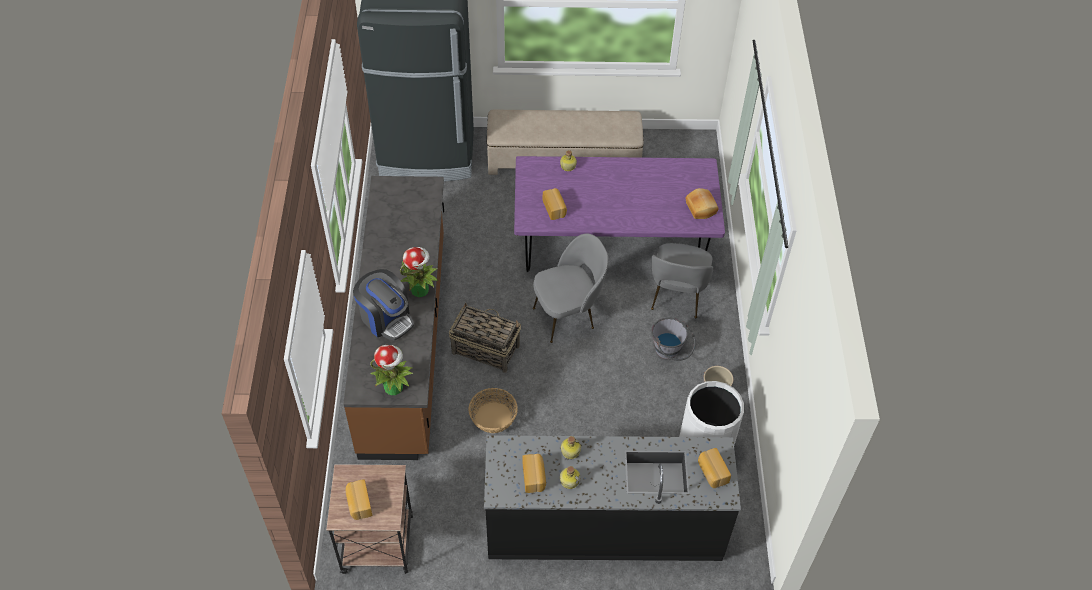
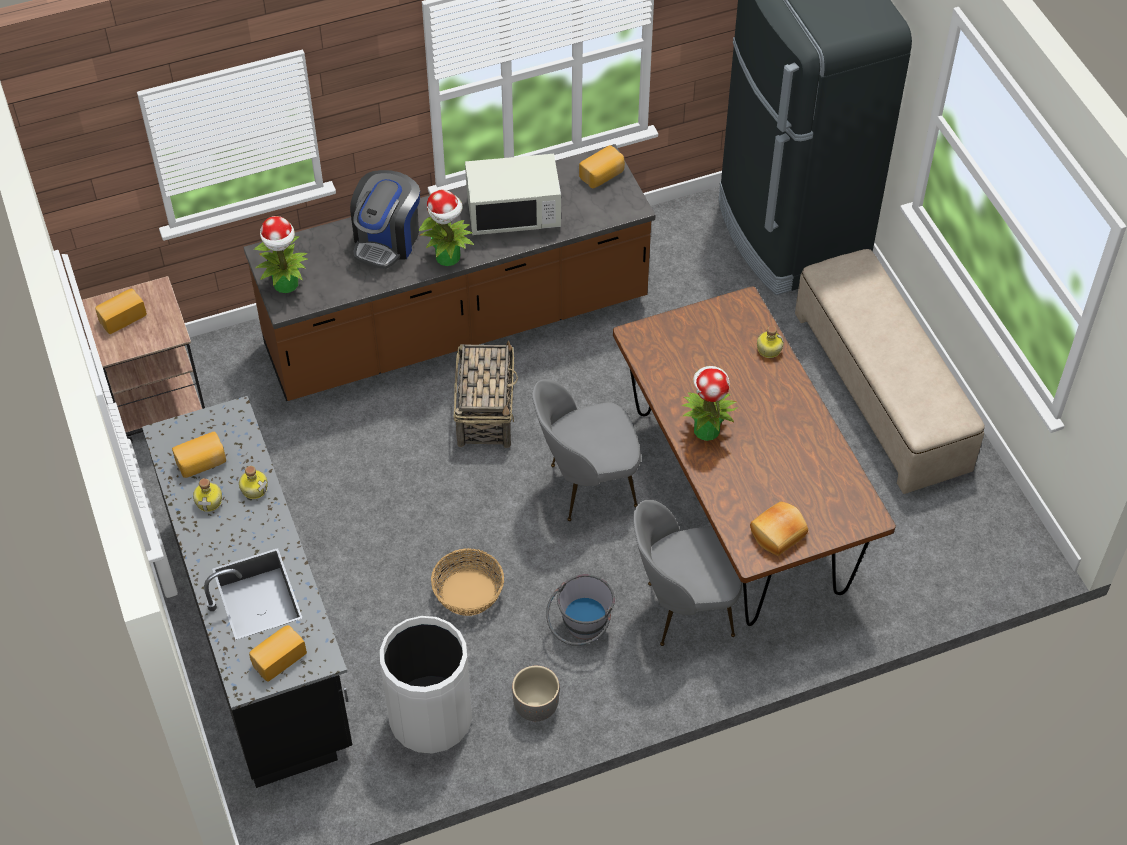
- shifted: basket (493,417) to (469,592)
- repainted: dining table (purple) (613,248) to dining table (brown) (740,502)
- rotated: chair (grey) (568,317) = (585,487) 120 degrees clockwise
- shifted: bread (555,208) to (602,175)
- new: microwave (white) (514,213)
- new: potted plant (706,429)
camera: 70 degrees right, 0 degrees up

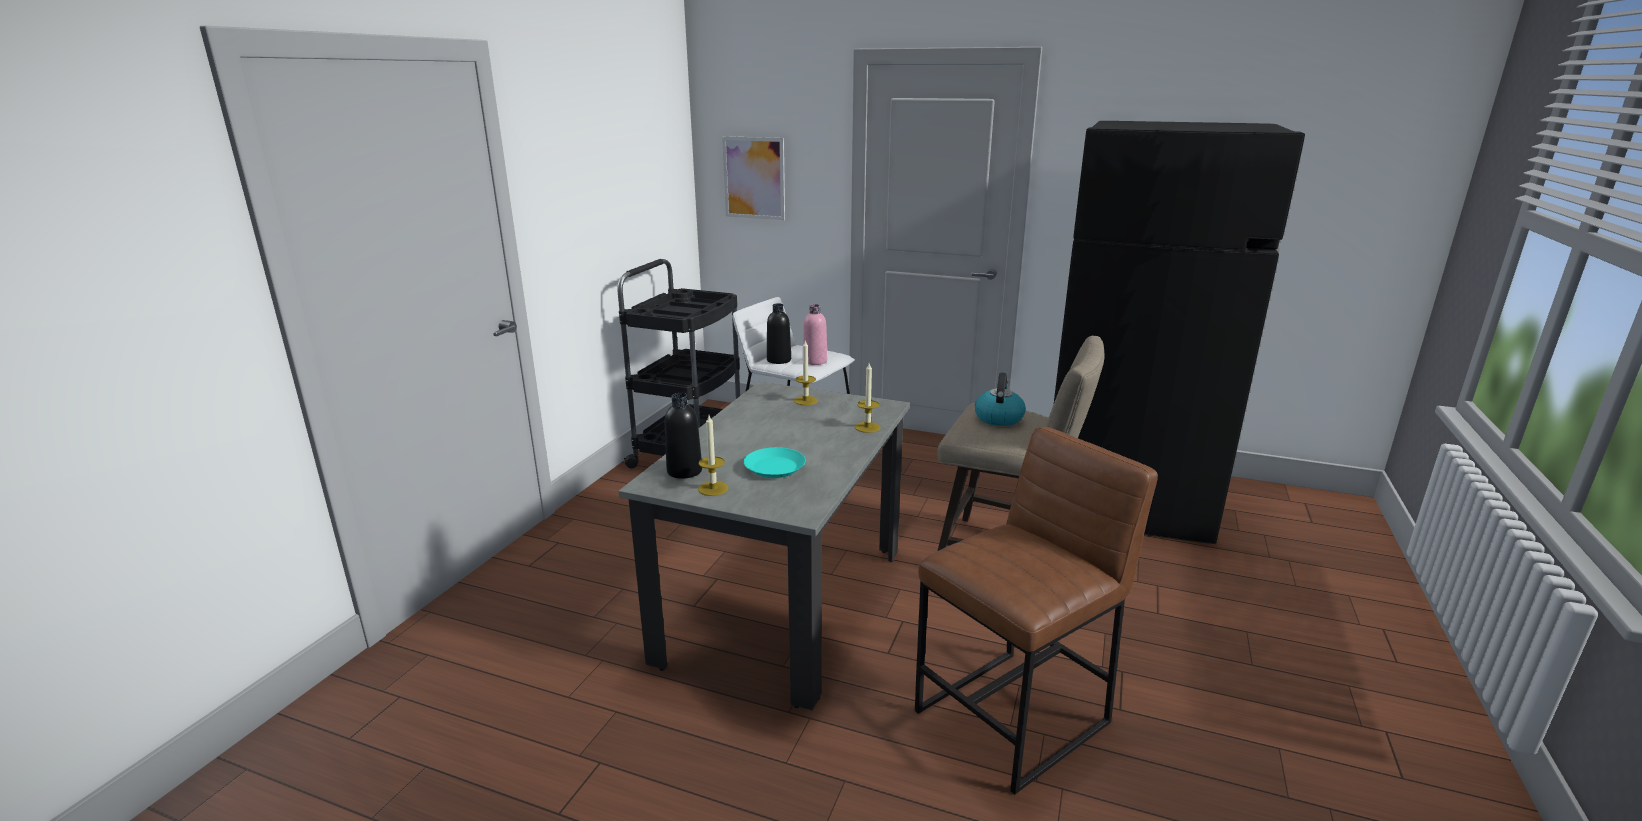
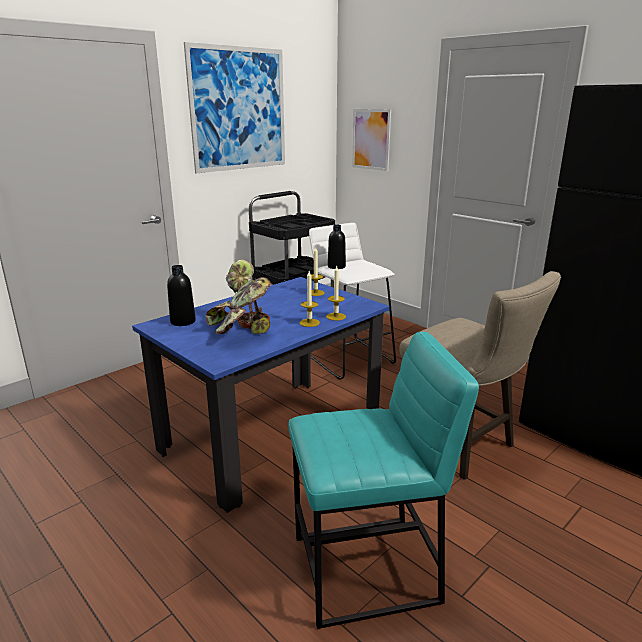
- repainted: dining table (grey) (784,604) to dining table (blue) (271,437)
- shifted: candle (713,488) to (309,323)
- swapped: plate (turquoise) (775,468) to potted plant (239,330)
- gone: bottle (pink) (815,361)
- repainted: chair (brown) (1014,715) to chair (turquoise) (367,568)
- gone: kettle (998,418)
- new: picture (239,109)
camera: 25 degrees right, 0 degrees up

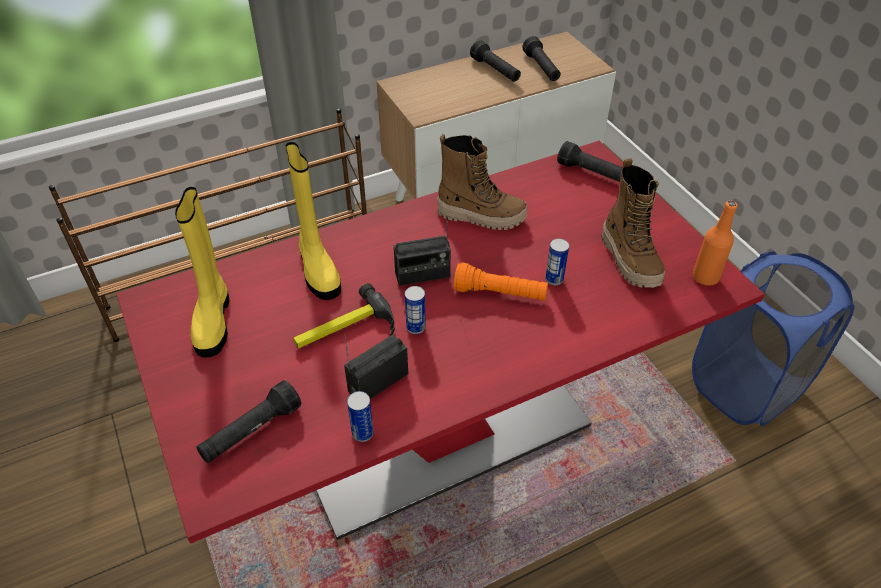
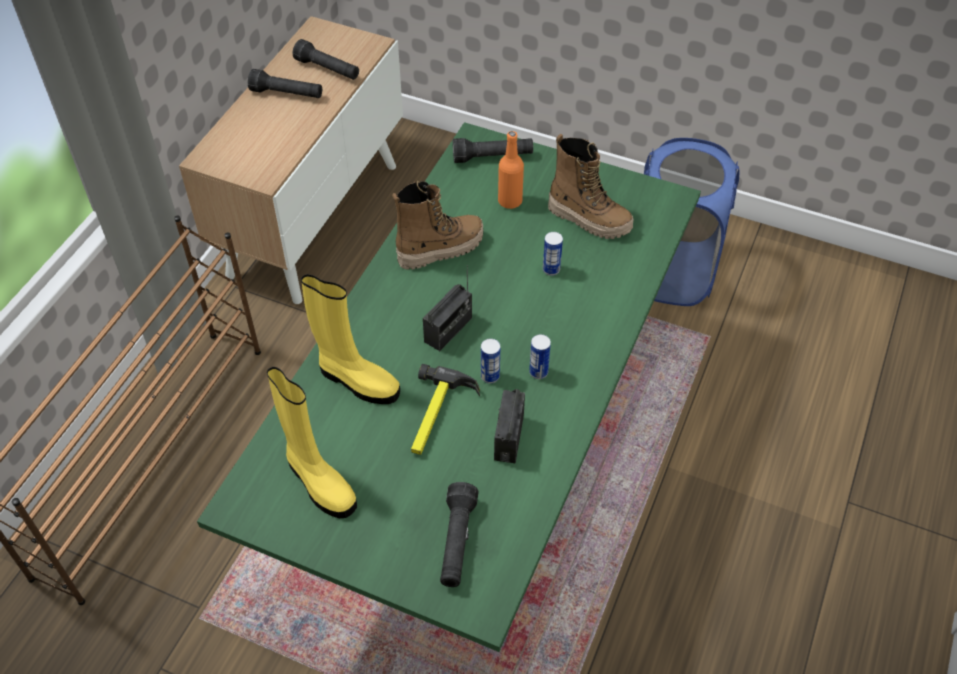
- repainted: dining table (red) (440,428) to dining table (green) (478,464)
- shifted: can (362,433) to (538,372)
- gone: flashlight (orange) (500,293)
- shifted: bottle (orange) (705,277) to (510,201)
camera: 40 degrees left, 5 degrees up

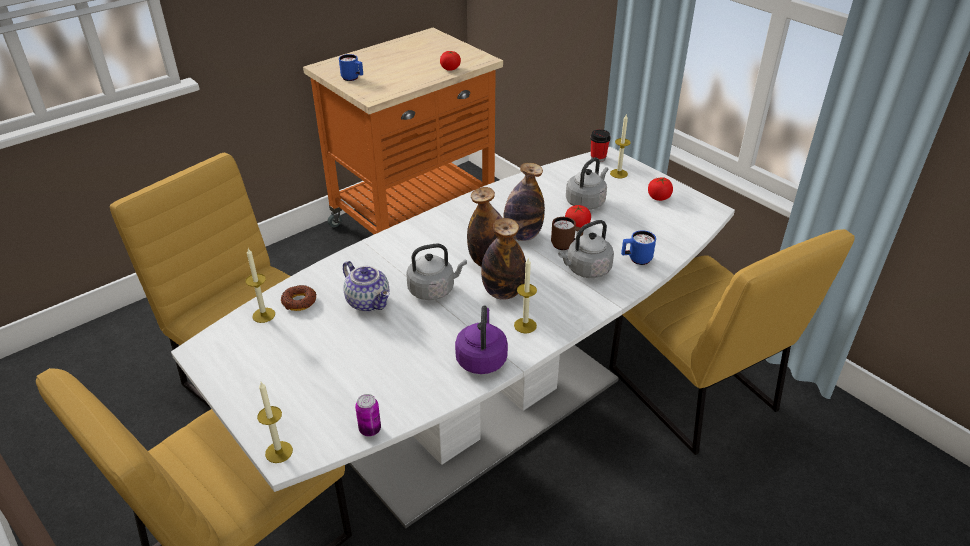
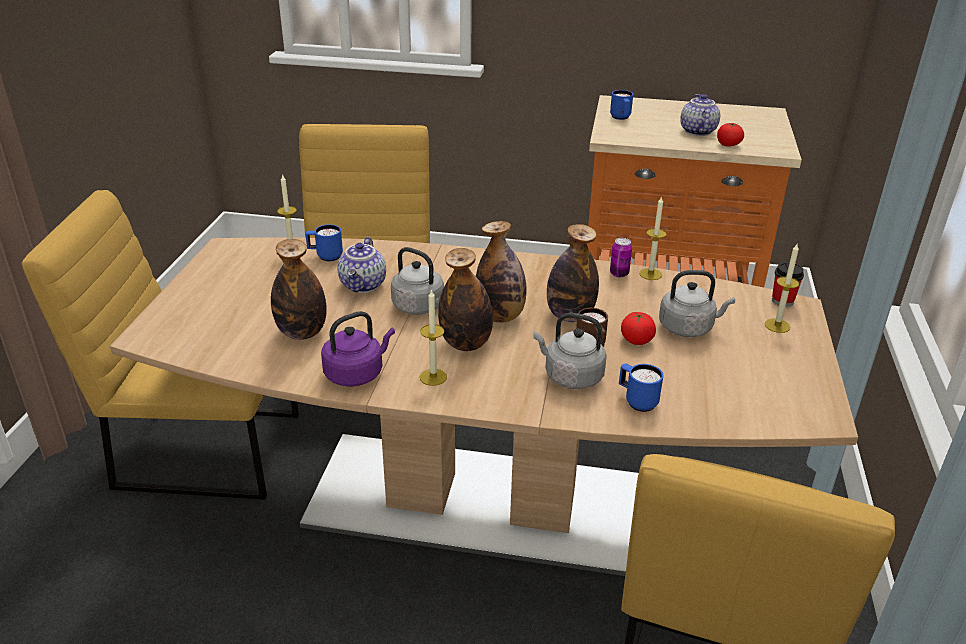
- repainted: dining table (white) (485,413) to dining table (brown) (481,502)
- shifted: candle (279,452) to (650,274)
- swapped: donut (299,302) to mug (blue) (325,256)
- shifted: can (370,429) to (619,273)
- gone: tomato (659,197)
- new: bottle (302,332)
- new: teapot (696,131)
camera: 50 degrees right, 5 degrees down

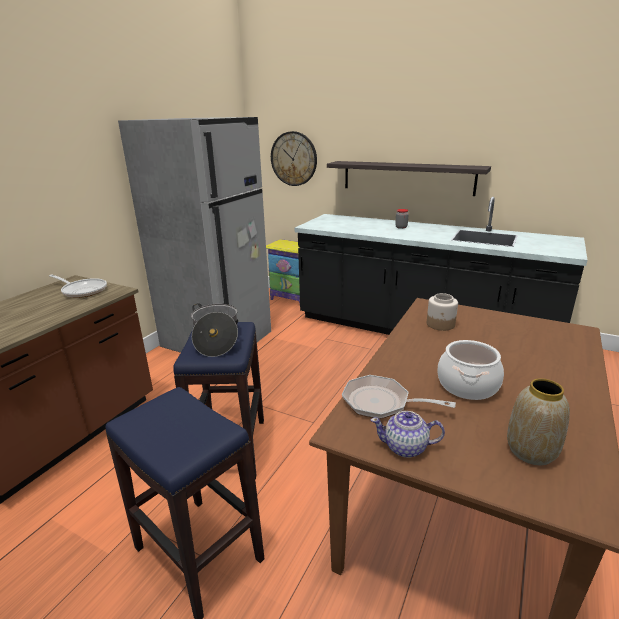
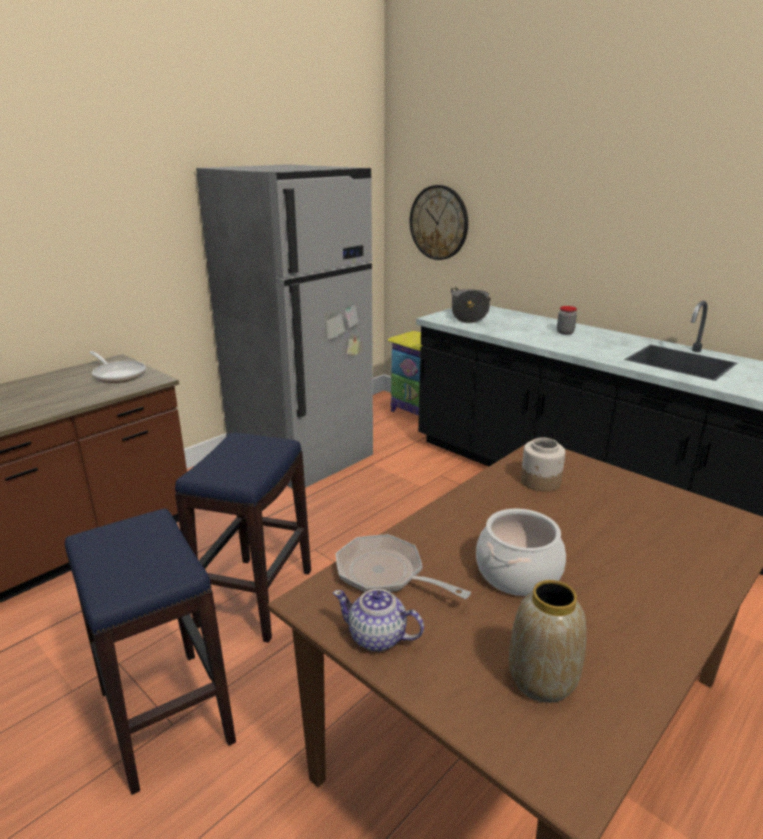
- shifted: cooking pot (216,339) to (469,315)
- gone: shelf (407,177)
camera: 15 degrees right, 0 degrees up

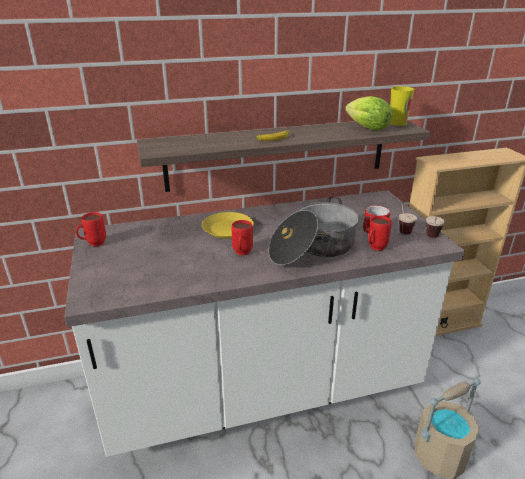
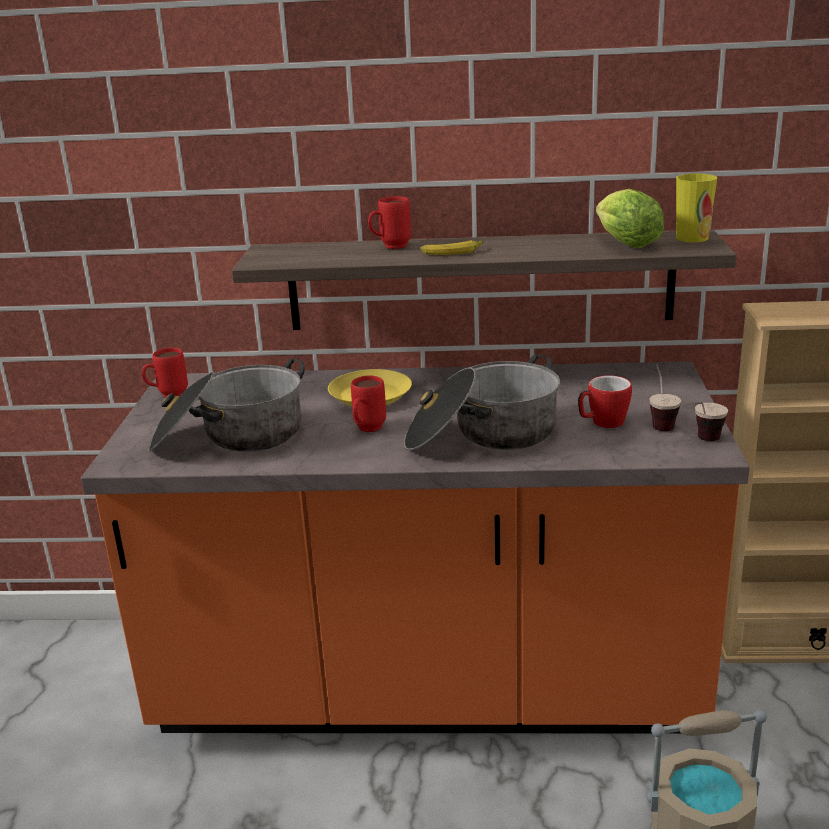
- repainted: counter (white) (262,389) to counter (orange) (428,689)
- shifted: mug (red) (375,248) to (390,247)
- new: cooking pot (230,437)
camera: 20 degrees right, 5 degrees down

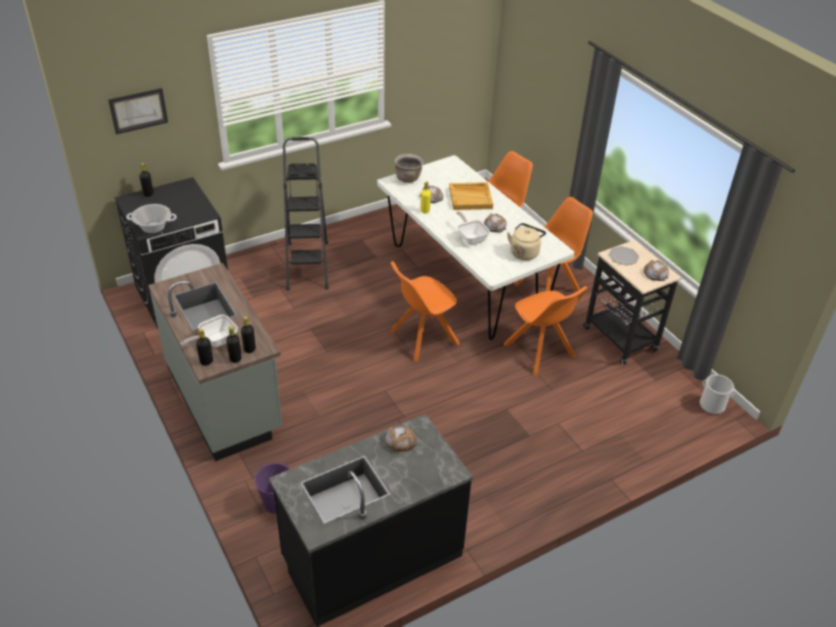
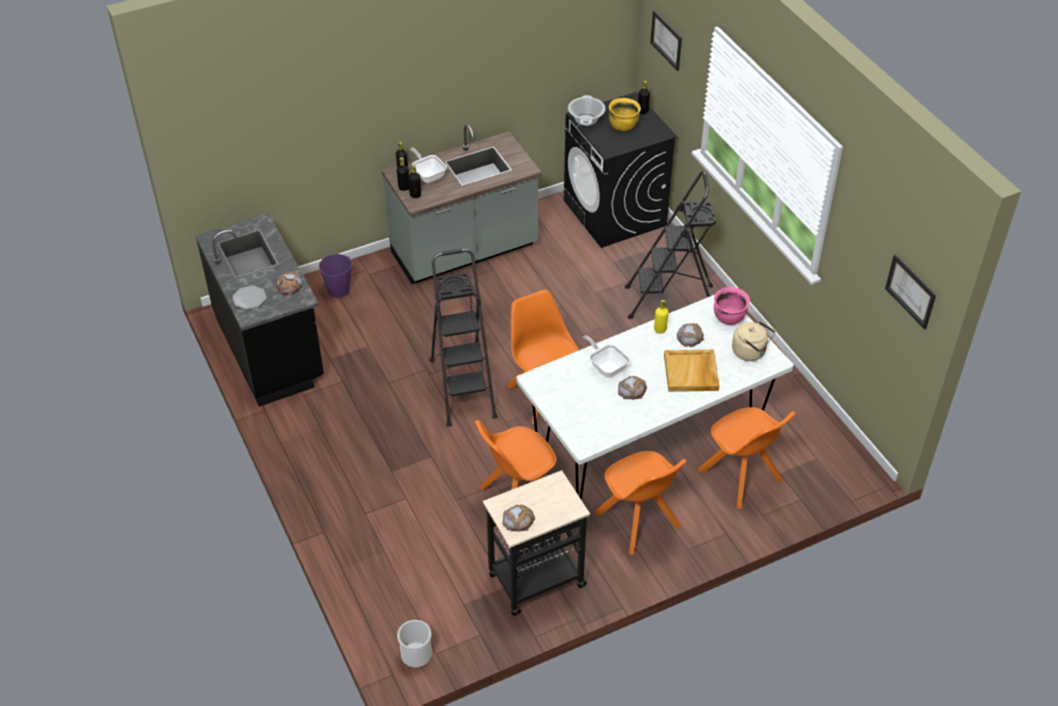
- repainted: cooking pot (brown) (408,178) to cooking pot (pink) (729,318)
- rotated: frying pan (471,238) = (606,366) 105 degrees counterclockwise
- shifted: kettle (beige) (524,252) to (751,352)
- shifted: plate (623,256) to (249,298)
- new: step ladder (462,386)
- new: cooking pot (yellow) (623,126)
- new: picture (910,291)
camera: 95 degrees right, 5 degrees up

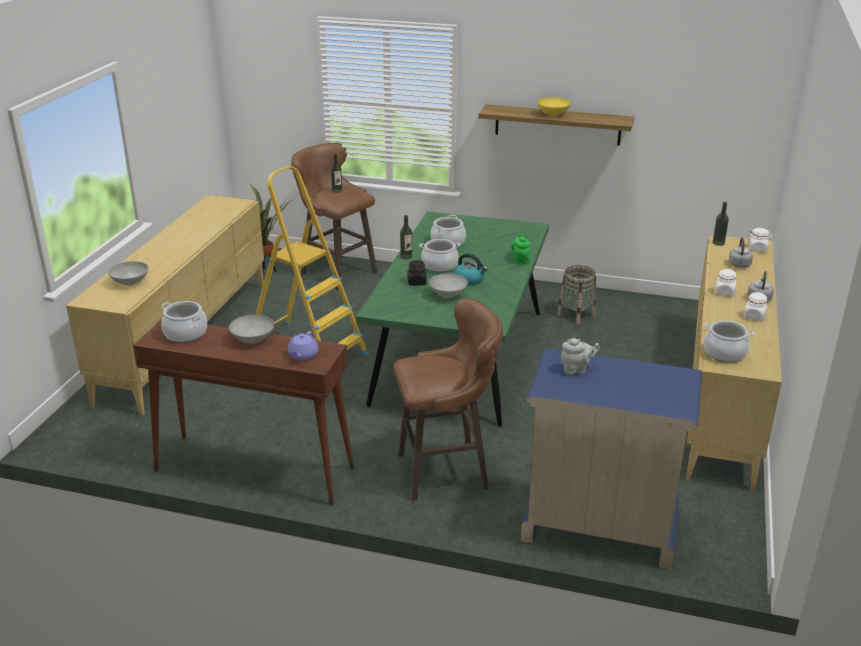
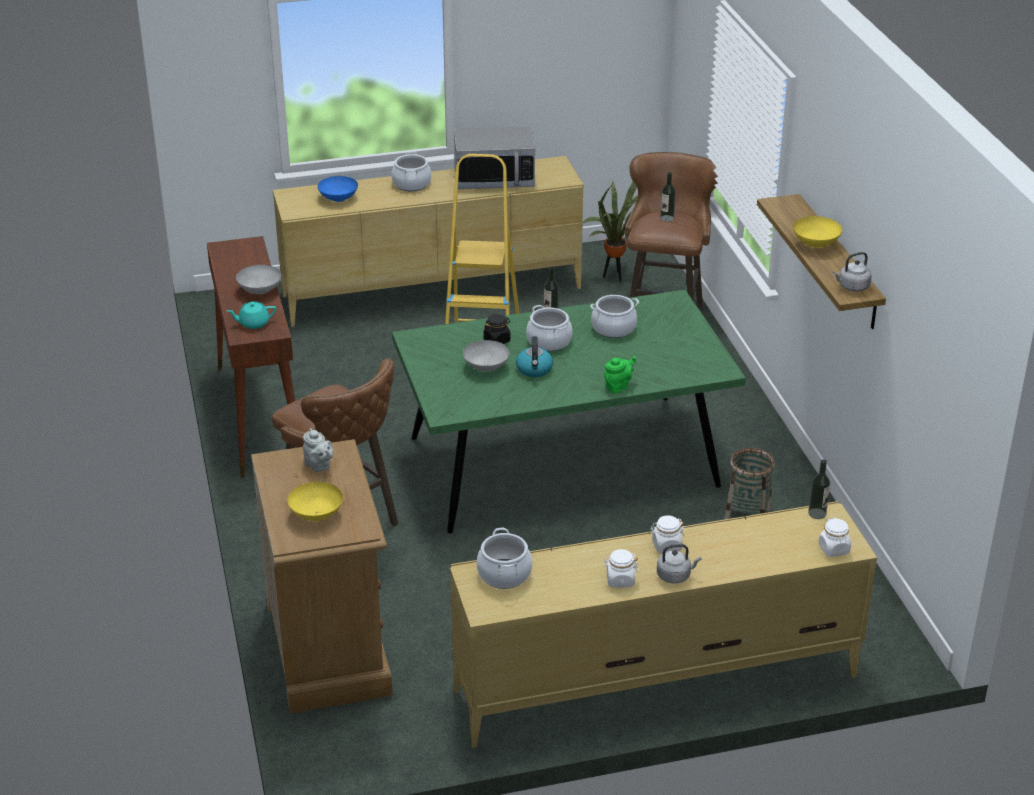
- repainted: bowl (grey) (131,282) to bowl (blue) (339,199)
- shifted: cooking pot (185,334) to (411,184)
- repainted: teapot (purple) (303,355) to teapot (turquoise) (253,323)
- repainted: dresser (blue) (599,525) to dresser (brown) (327,647)
- shifted: kettle (grey) (739,265) to (852,287)
- new: bowl (yellow) (317,514)
- new: microwave (494,178)
camera: 60 degrees right, 5 degrees up

